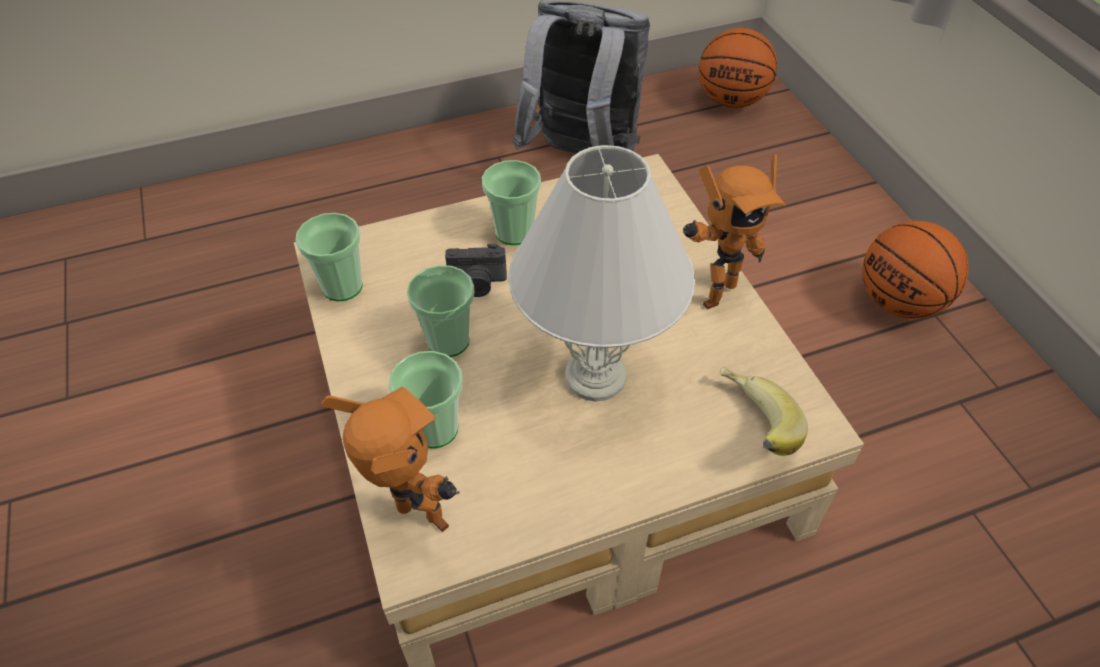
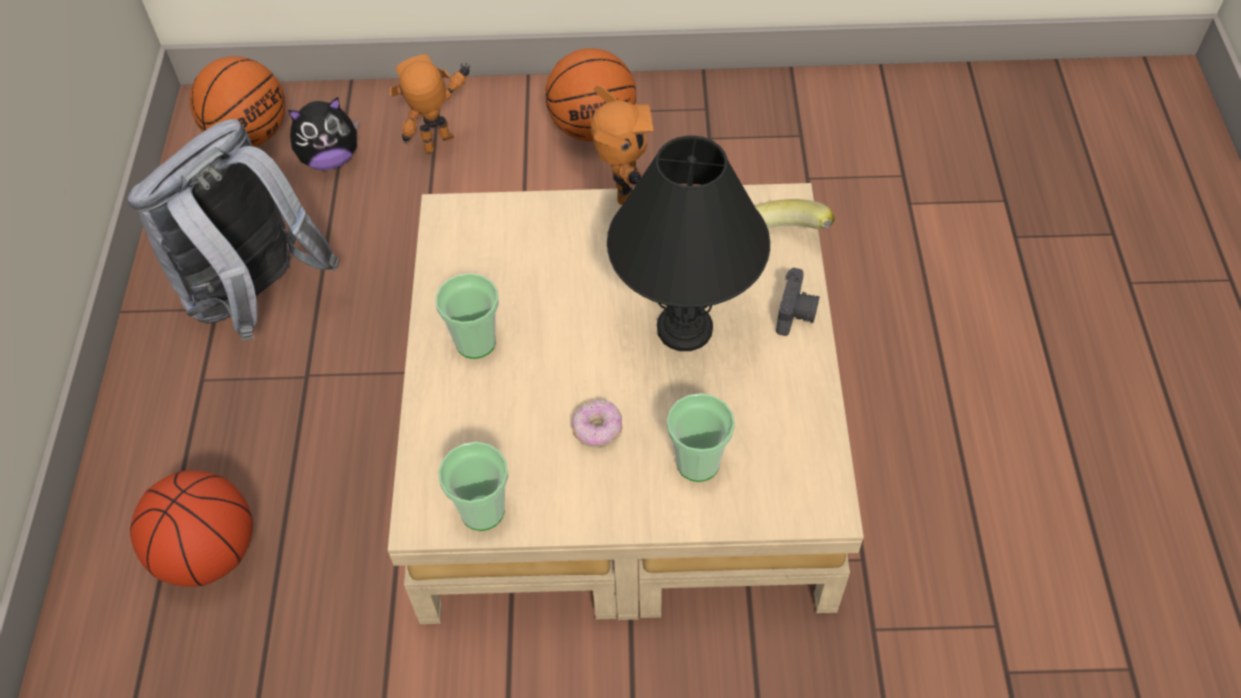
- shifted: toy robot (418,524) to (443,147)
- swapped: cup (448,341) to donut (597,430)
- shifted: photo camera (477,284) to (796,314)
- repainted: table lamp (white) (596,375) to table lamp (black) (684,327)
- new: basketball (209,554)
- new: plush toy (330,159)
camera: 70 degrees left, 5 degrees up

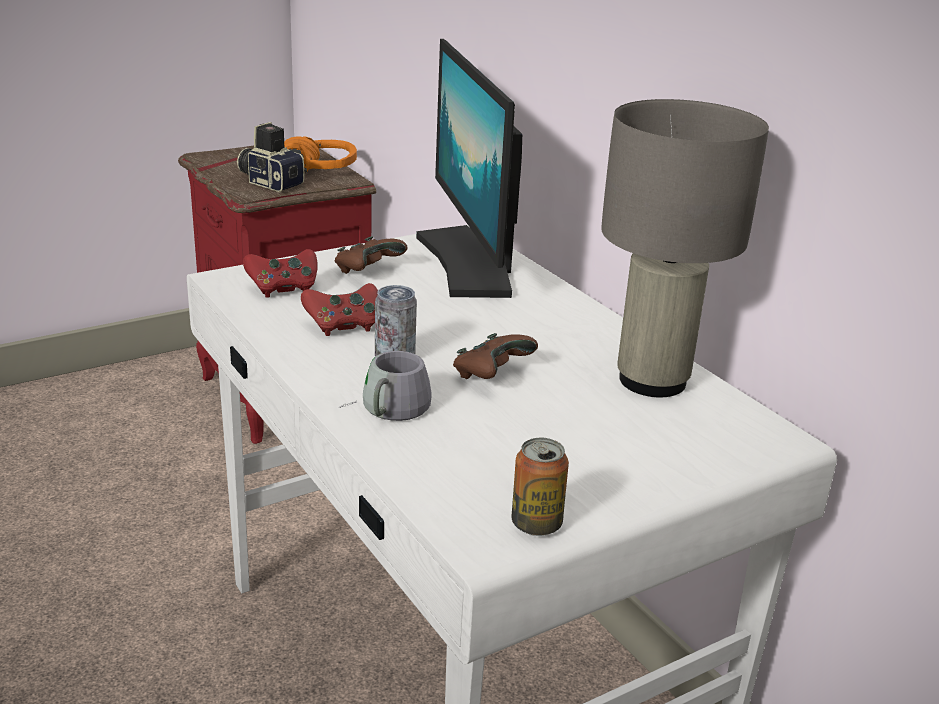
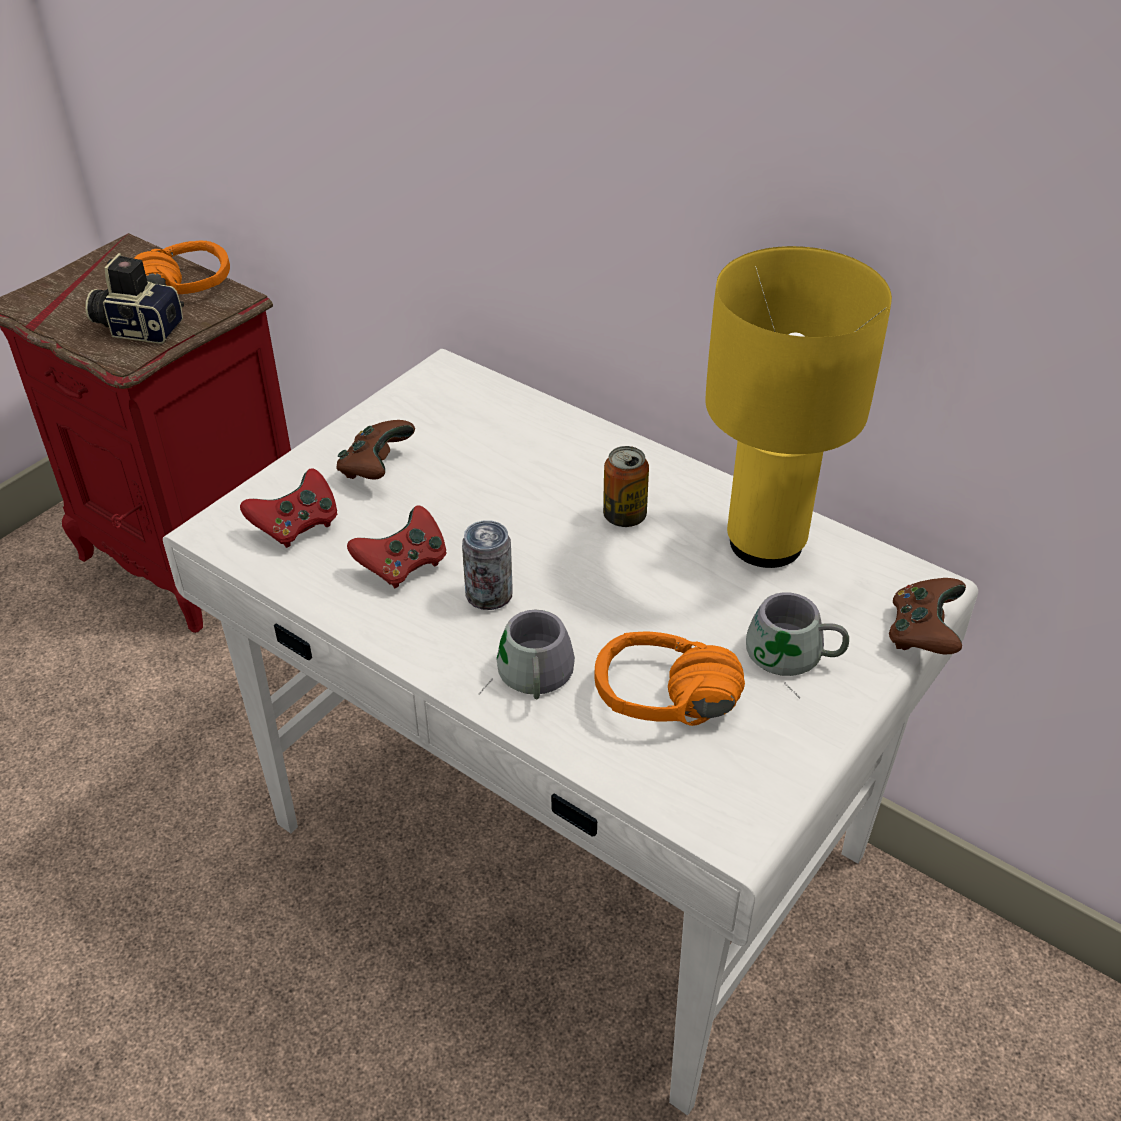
- gone: monitor (469,263)
- shifted: game controller (brown) (491,375) to (922,634)
- shifted: can (536,524) to (624,516)
- repainted: table lamp (grey) (652,382) to table lamp (yellow) (766,545)
- new: headphones (orange) (665,715)
- new: mug (grey) (791,659)
camera: 20 degrees left, 15 degrees up

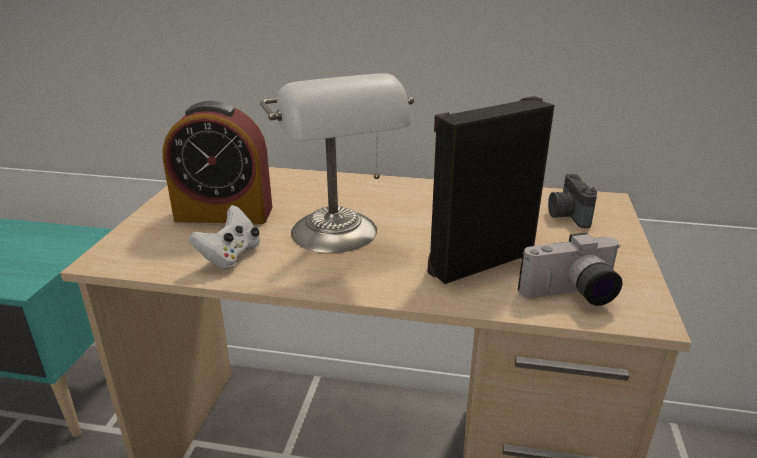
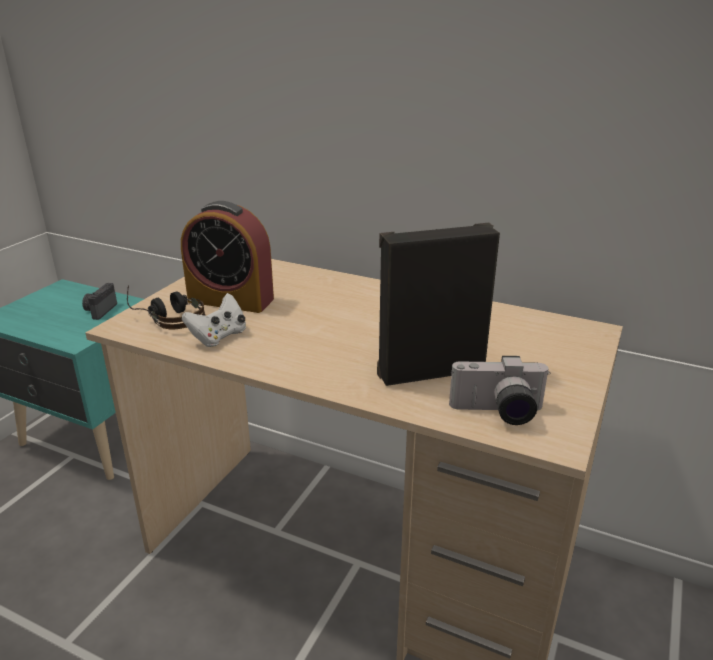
- gone: table lamp (white) (342,239)
- shifted: photo camera (567,215) to (99,310)
- new: headphones (167,316)
camera: 15 degrees right, 0 degrees up

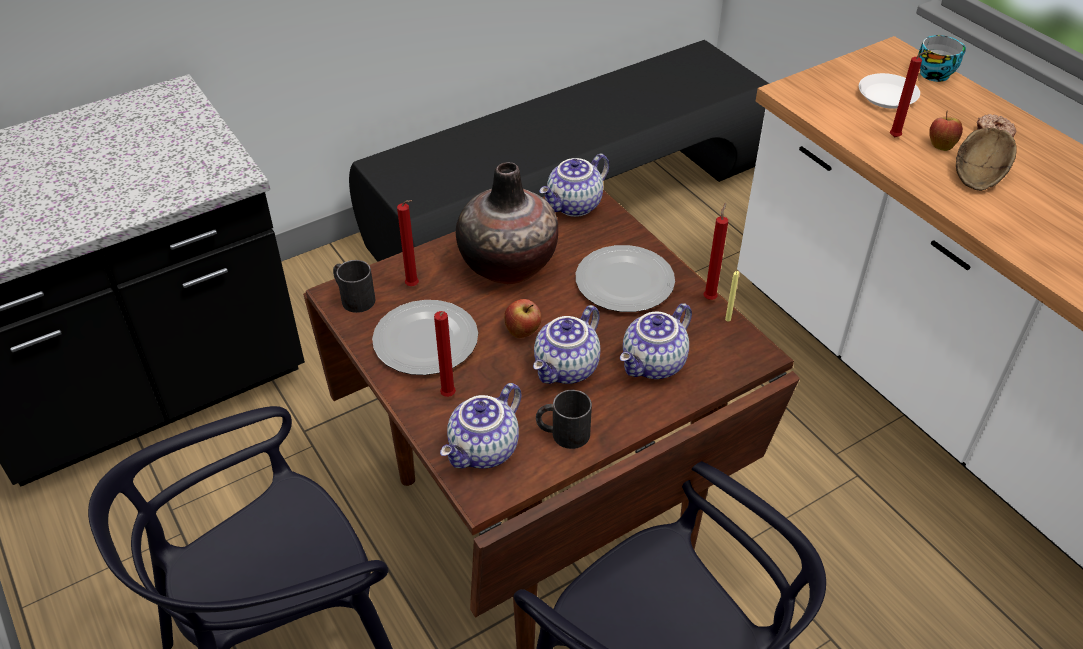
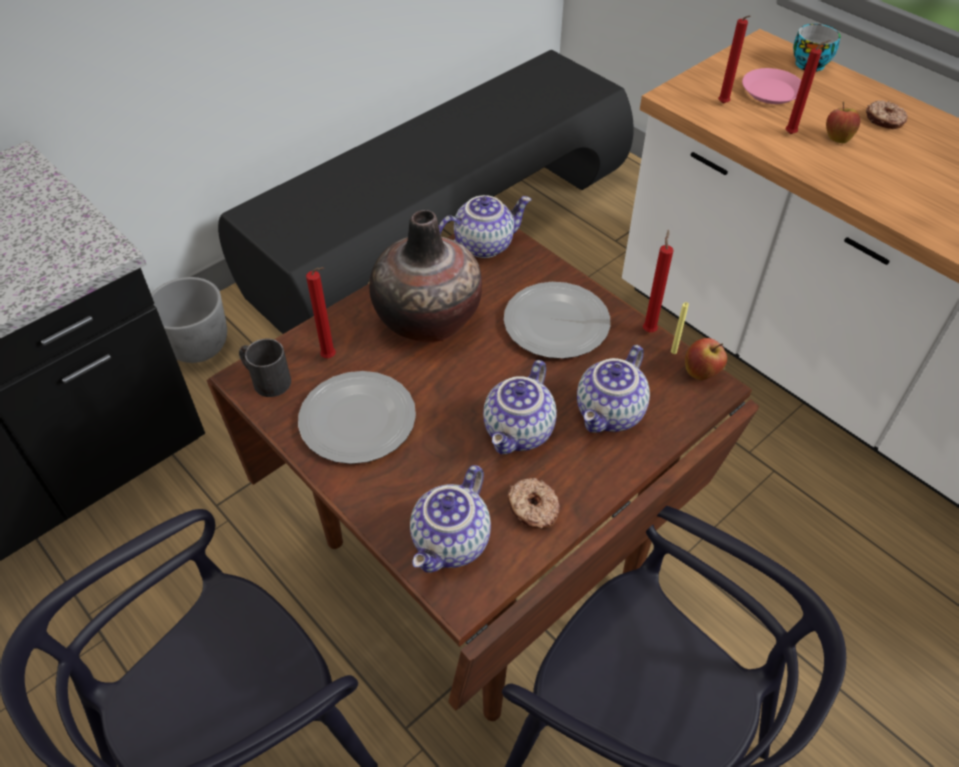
- shifted: candle (red) (448,397) to (724,104)
- shifted: apple (523,332) to (701,373)
- swapped: mug (black) (562,433) to donut (532,509)
- rotated: teapot (575,206) = (484,244) 150 degrees counterclockwise
- repainted: plate (white) (887,96) to plate (pink) (771,91)
- gone: bowl (brown) (977,175)
- new: planter (grey) (198,347)
camera: 10 degrees left, 5 degrees up

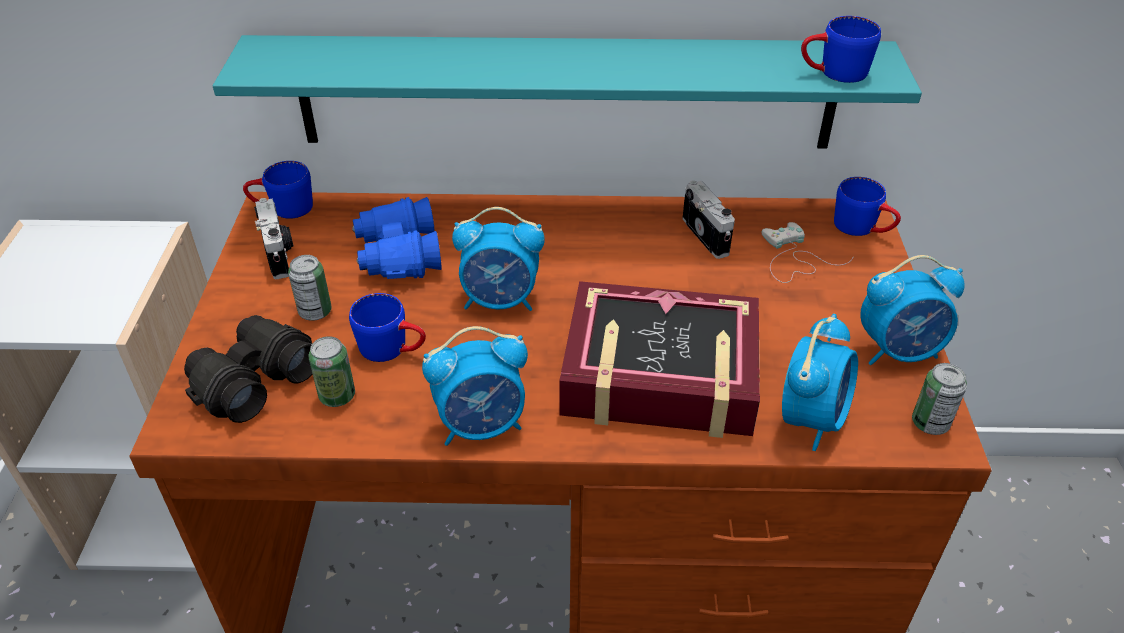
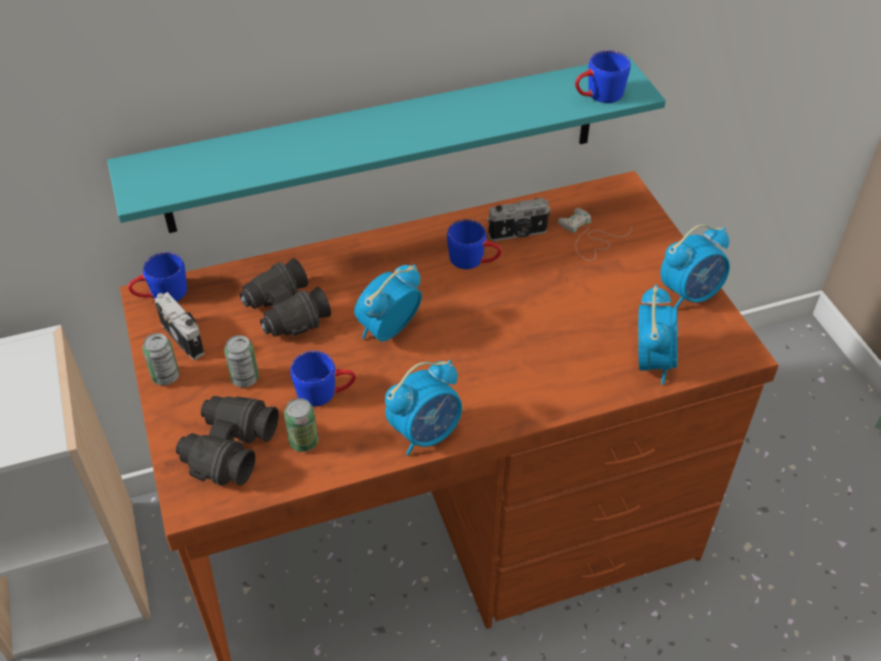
- repainted: binoculars (blue) (398,255) to binoculars (black) (285,312)
- rotated: alarm clock (501,301) = (388,330) 150 degrees clockwise
- gone: book (659,375)
- rotated: photo camera (707,235) = (518,234) 120 degrees clockwise
- shifted: mug (blue) (863,228) to (474,260)
- shifted: can (930,423) to (166,376)
camera: 20 degrees left, 5 degrees up

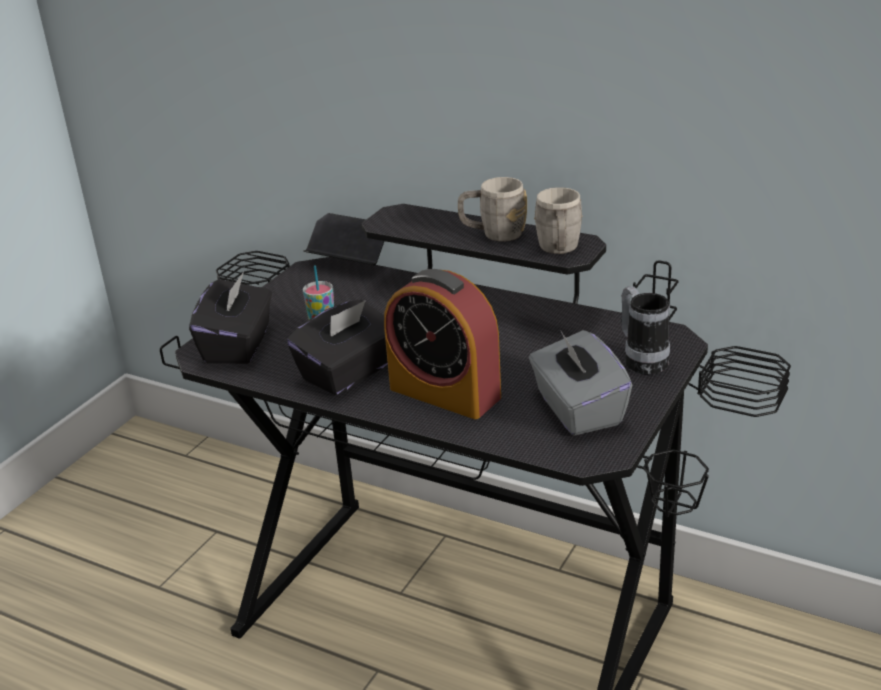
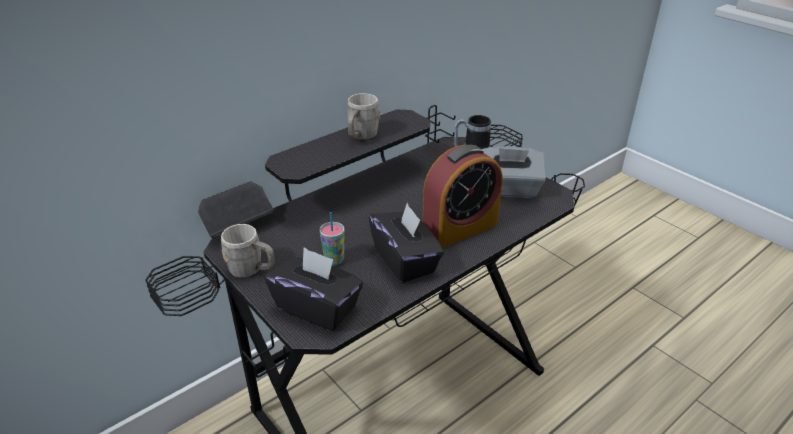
- shifted: mug (grey) (559,250) to (252,270)
camera: 70 degrees left, 5 degrees up

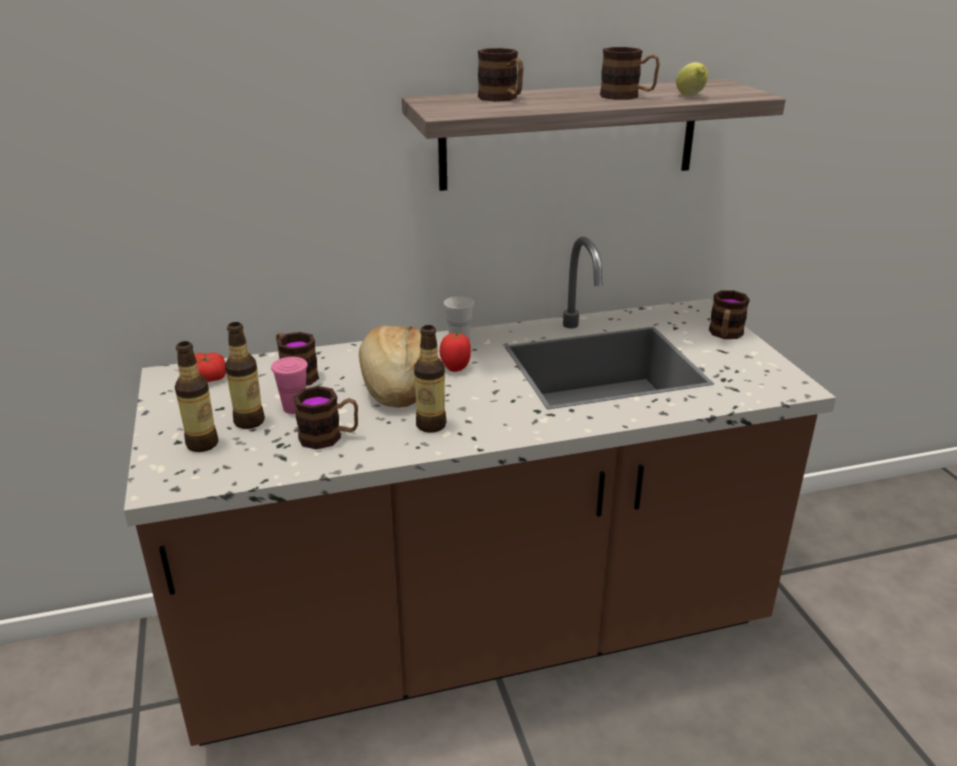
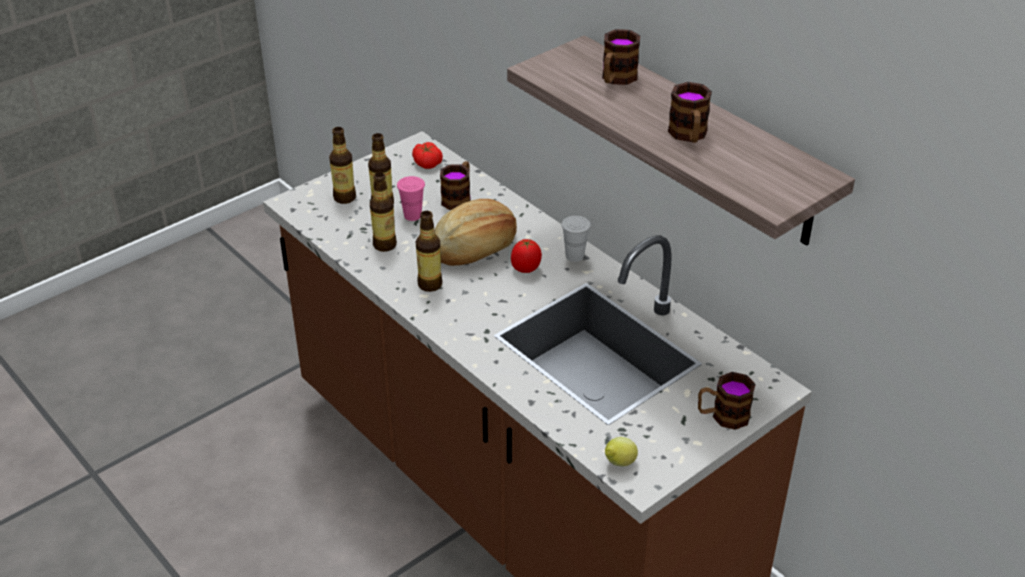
- swapped: mug (329,437) to bottle (385,245)
- shifted: lemon (691,96) to (619,463)
camera: 65 degrees right, 10 degrees up

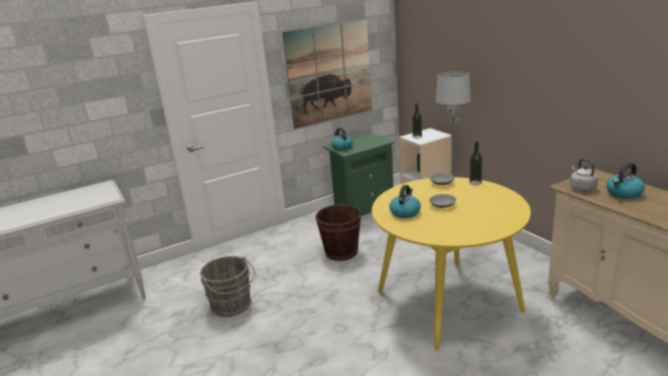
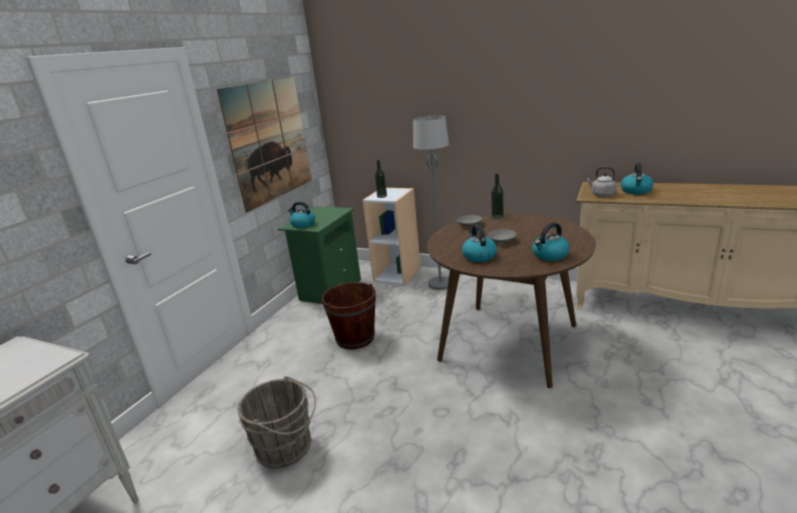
- repainted: dining table (yellow) (448,301) to dining table (brown) (509,342)
- new: kettle (549,255)
camera: 35 degrees left, 0 degrees up

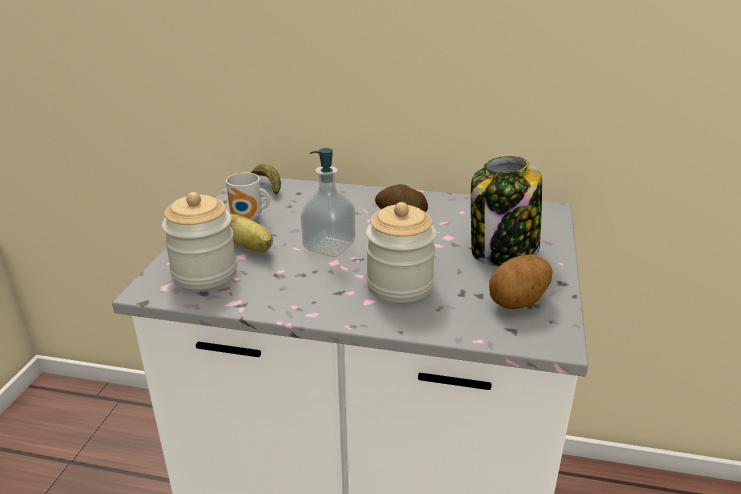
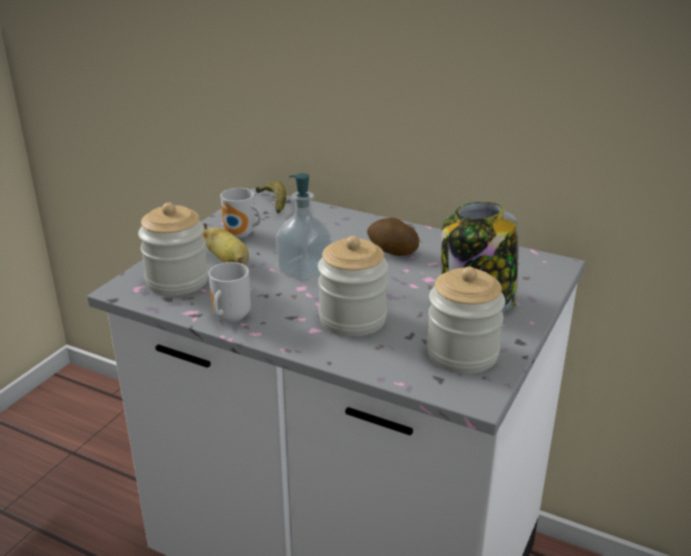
- swapped: potato (518,302) to jar (462,354)
- new: mug (229,318)
camera: 15 degrees right, 0 degrees up

